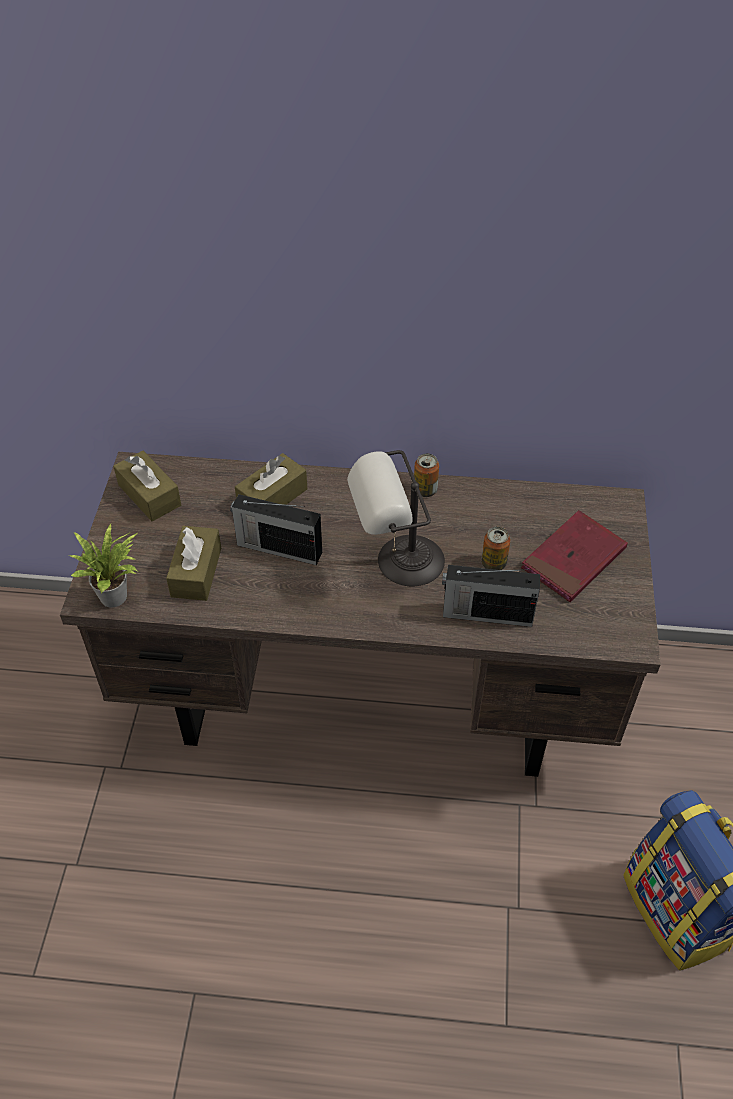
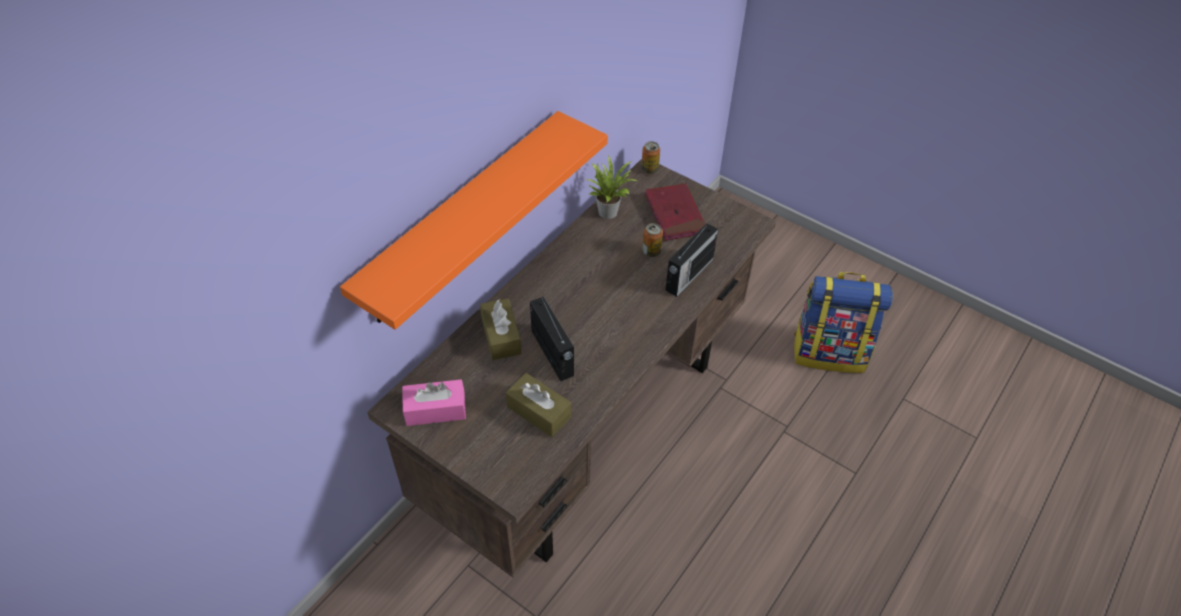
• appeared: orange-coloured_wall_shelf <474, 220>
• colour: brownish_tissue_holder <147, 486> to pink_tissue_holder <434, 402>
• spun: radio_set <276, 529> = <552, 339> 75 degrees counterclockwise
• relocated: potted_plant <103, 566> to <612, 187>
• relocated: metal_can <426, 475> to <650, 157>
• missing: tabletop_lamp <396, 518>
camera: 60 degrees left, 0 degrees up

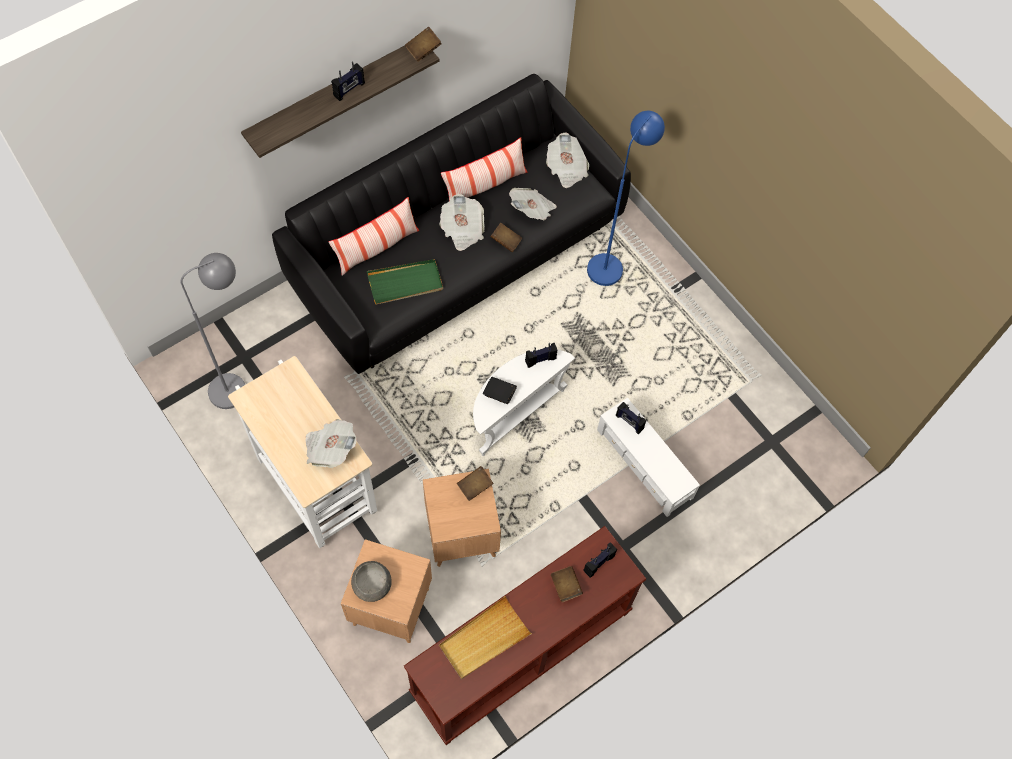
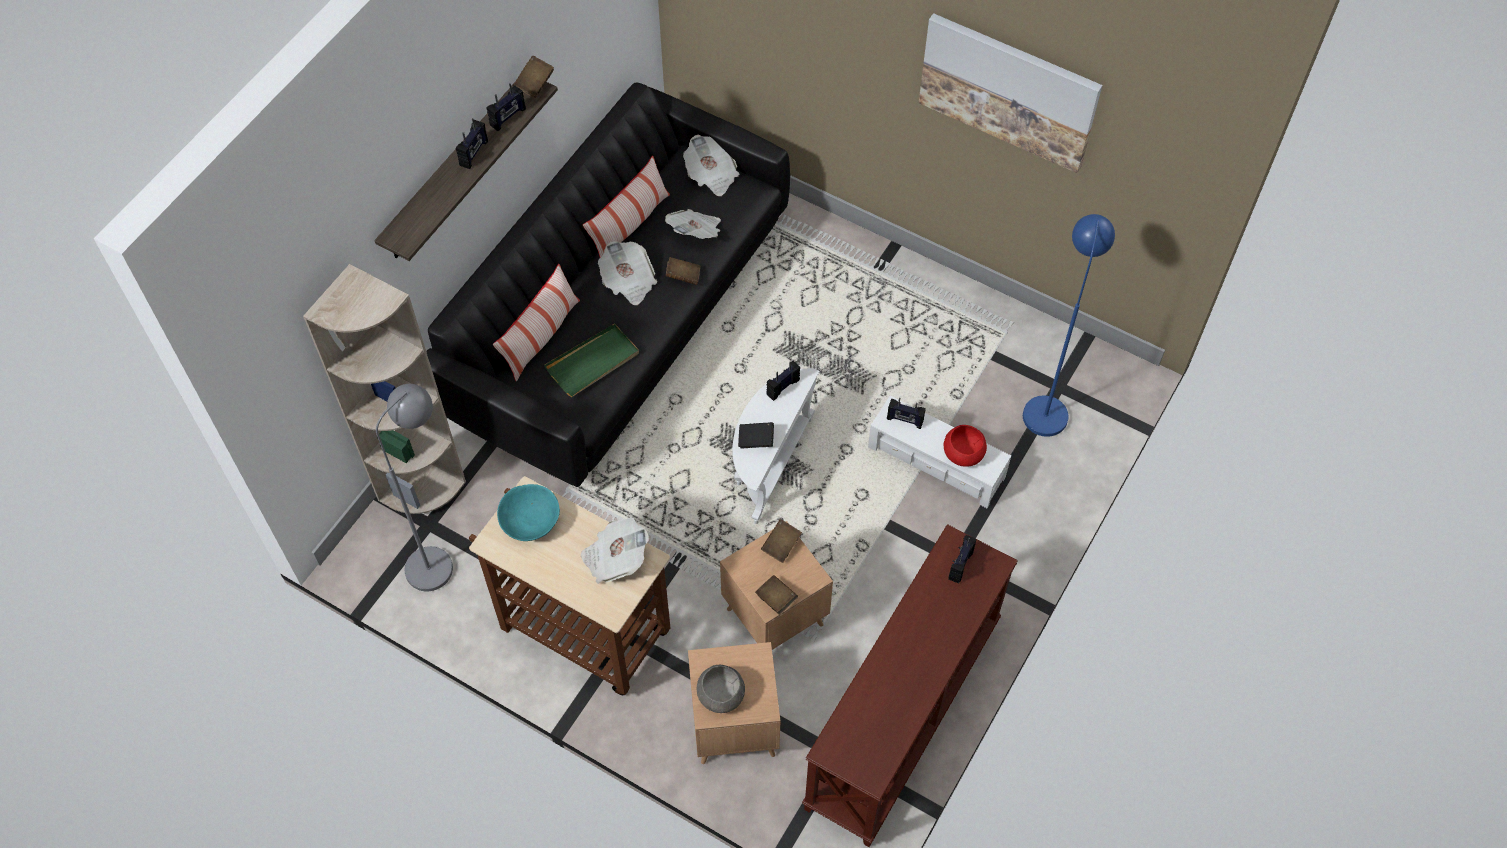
• appeared: beige_shelving_unit <384, 389>
• colour: whitish_trolley <302, 452> to brownish_trolley <569, 585>
• appeared: radio_set <506, 107>
• appeared: blue-green_bowl <528, 512>
• relocated: brownish_book <567, 584> to <776, 595>
• appeared: wall_art <1010, 93>
• appeared: reddish_bowl <965, 446>
• relocated: bluish_standing_lamp <626, 198> to <1069, 325>
• missing: beige_serving_tray <485, 637>
camera: 20 degrees left, 5 degrees down

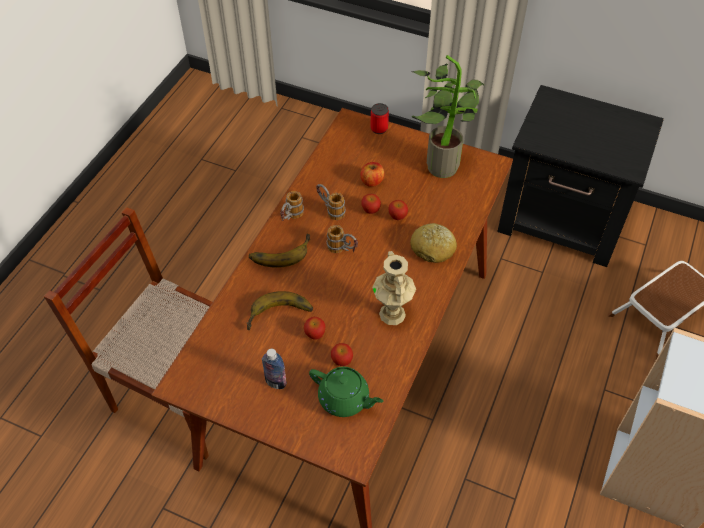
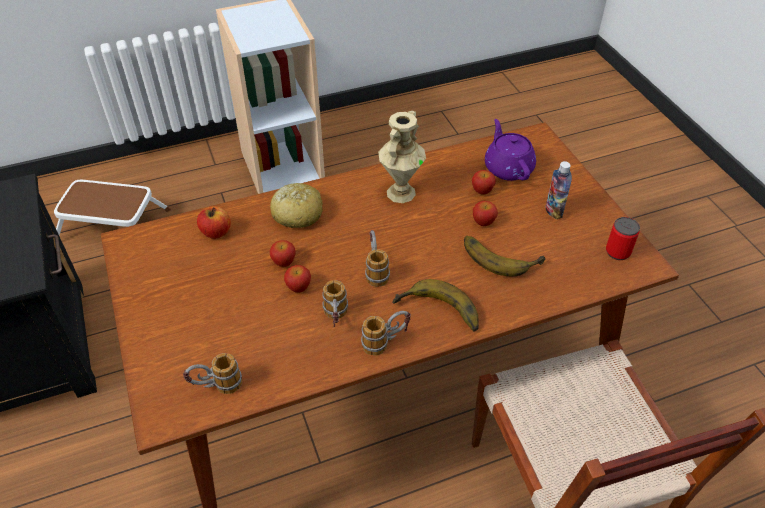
• appeared: coffee_mug <212, 373>
• relocated: whole_apple <372, 174> to <214, 222>
• colour: greenish_tea_pot <346, 392> to purplish_tea_pot <510, 150>
• relocated: metal_can <379, 118> to <623, 238>
• missing: potted_plant <447, 116>
camera: 135 degrees left, 5 degrees down

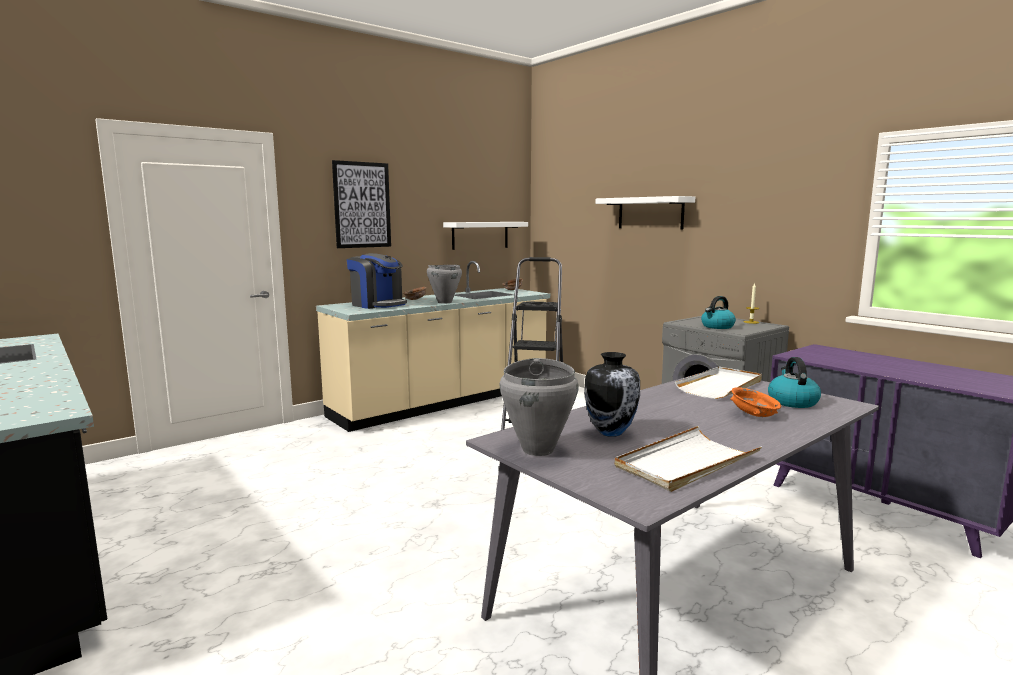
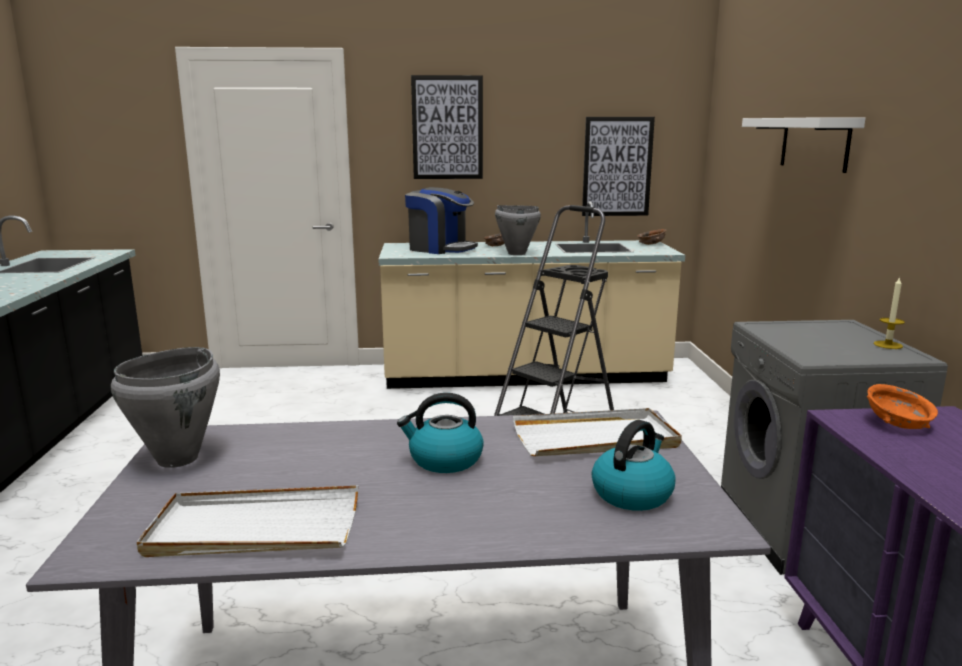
• relocated: tea_kettle <718, 312> to <440, 433>
• spun: coffee_maker <377, 281> = <441, 220> 45 degrees counterclockwise
• exchanged: whitish_wall_shelf <485, 236> to wall_art <618, 166>
• relocated: orange-coloured_bowl <755, 402> to <902, 406>
• missing: decorative_vase <612, 394>
camera: 35 degrees right, 5 degrees up

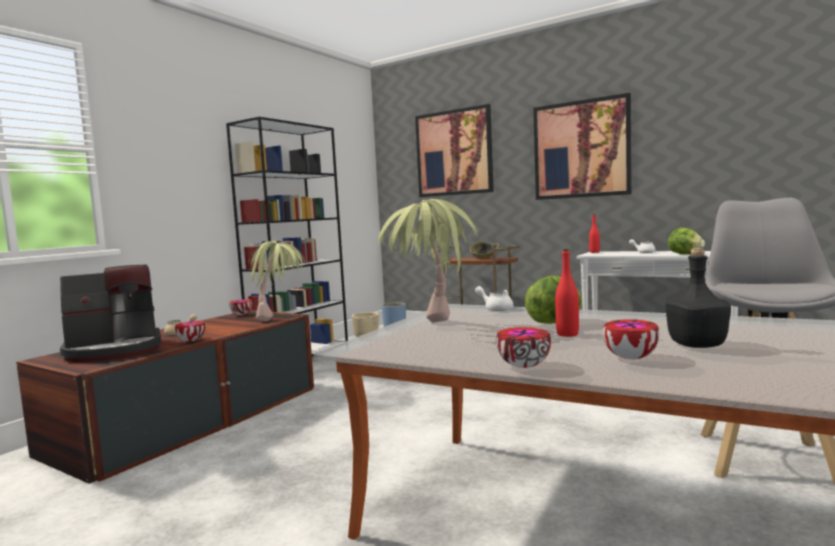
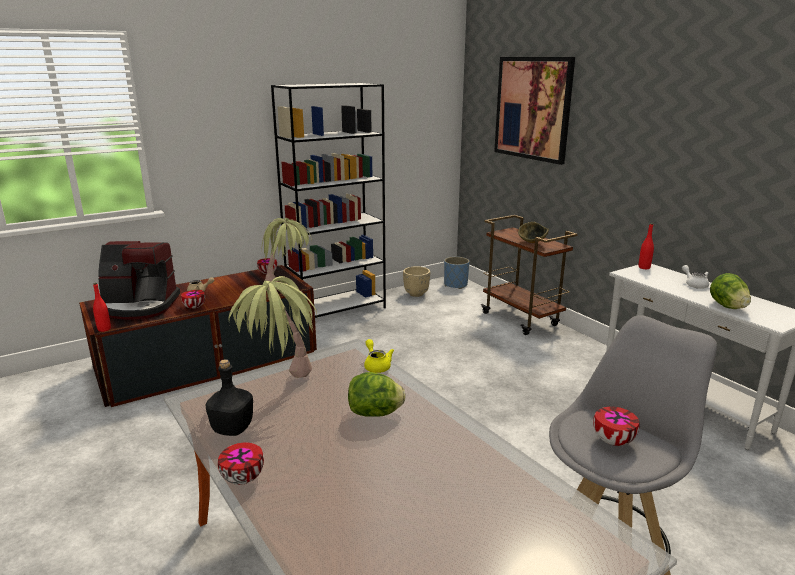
• relocated: reddish_drink_bottle <567, 293> to <102, 307>
• relocated: black-coloured_drink_bottle <698, 298> to <229, 397>
• colour: whitish_tea_pot <494, 298> to yellow-coloured_tea_pot <379, 356>
• relocated: bowl <631, 339> to <616, 426>
• missing: wall_art <582, 146>
camera: 25 degrees right, 15 degrees up

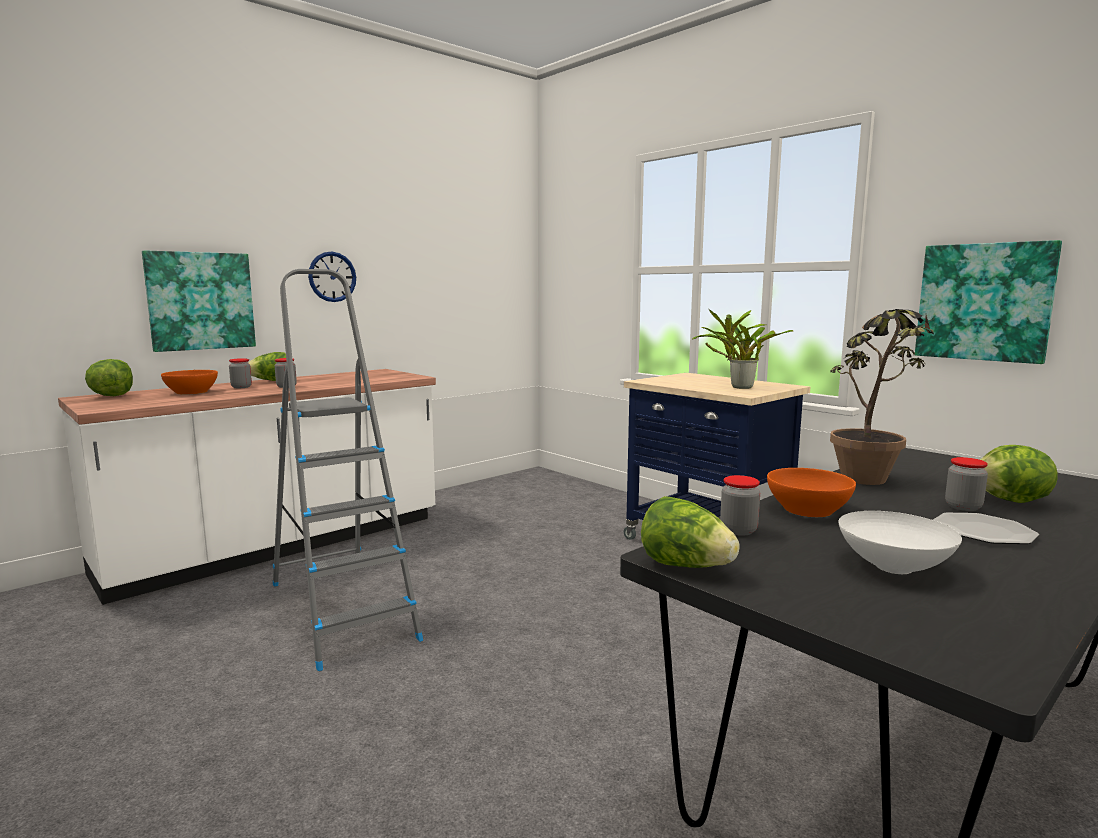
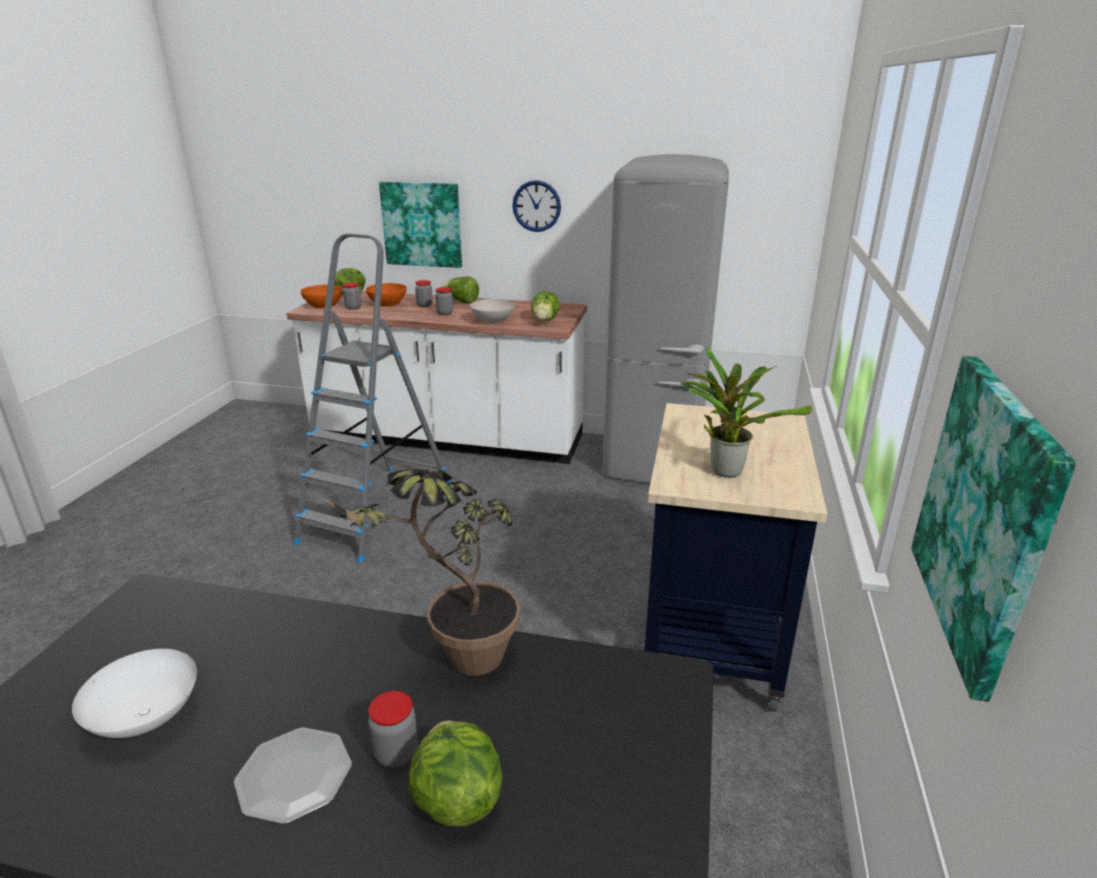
• relocated: orange-coloured_bowl <811, 492> to <321, 296>
• relocated: storage_jar <740, 505> to <352, 296>
• appeared: whitish_bowl <492, 311>
• relocated: lettuce <690, 532> to <545, 306>
• appeared: gray_kitchen_fridge <666, 318>
camera: 55 degrees right, 15 degrees up

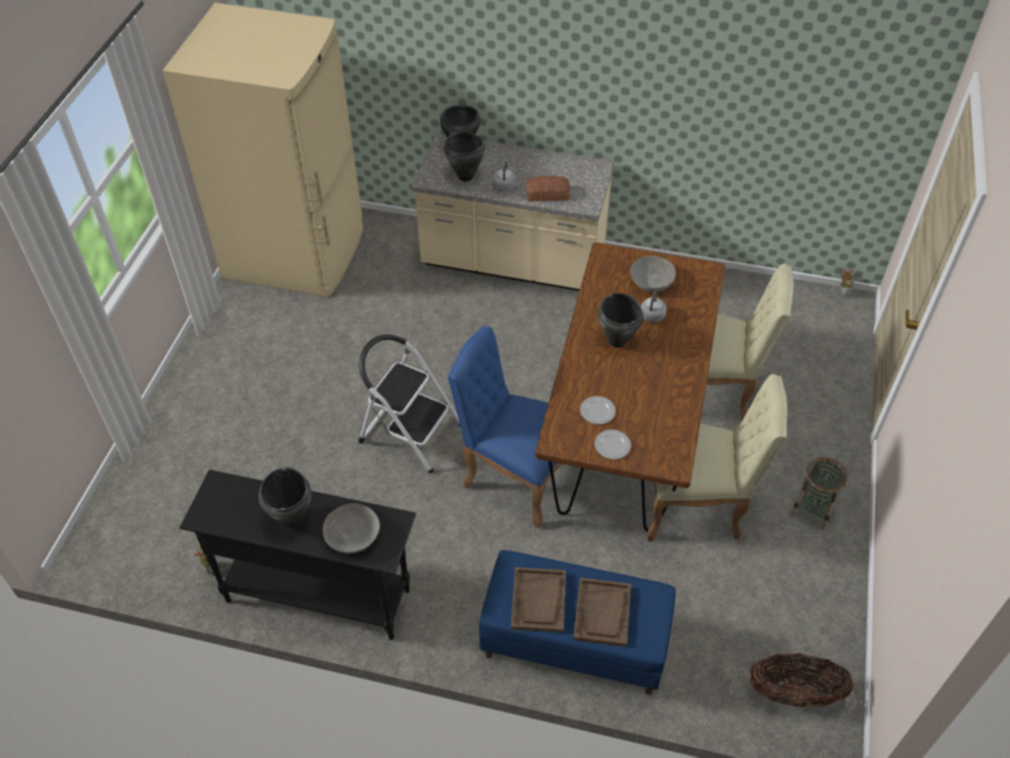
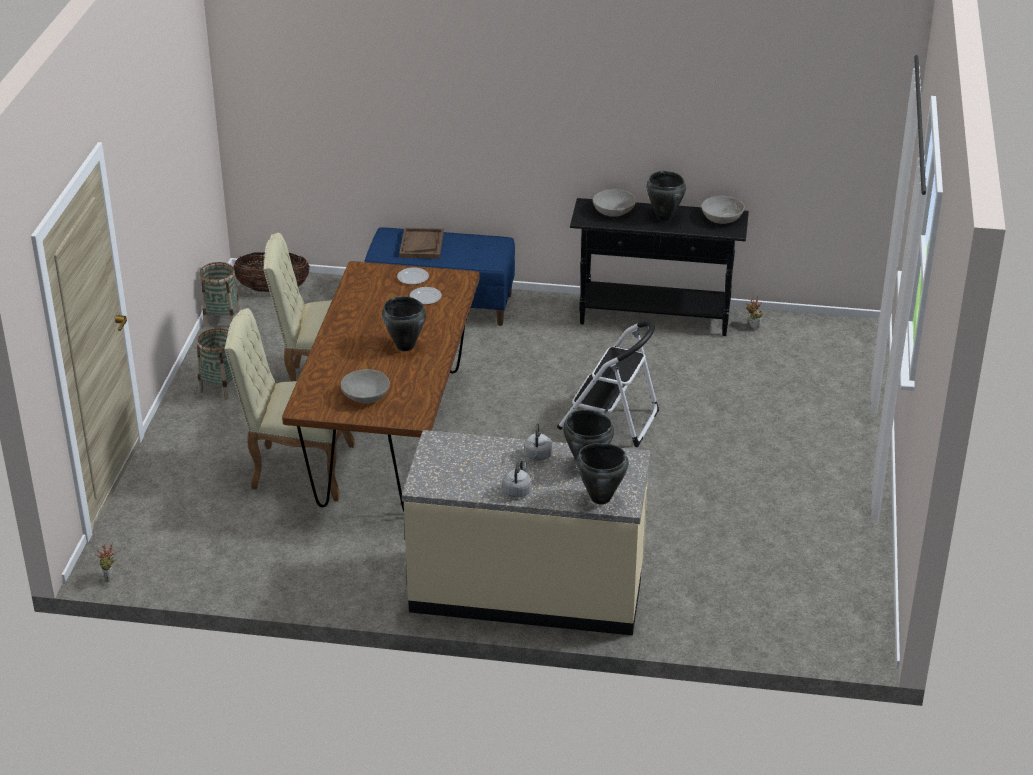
• appeared: household_basket <219, 294>
• relocated: gray_tea_kettle <654, 306> to <517, 479>
• appeared: gray_bowl <723, 210>
• missing: beige_kitchen_fridge <262, 150>
• missing: bluish_upright_chair <505, 427>
• missing: brownish_serving_tray <538, 600>
• missing: bakery_bread <548, 188>
camera: 175 degrees right, 15 degrees down

